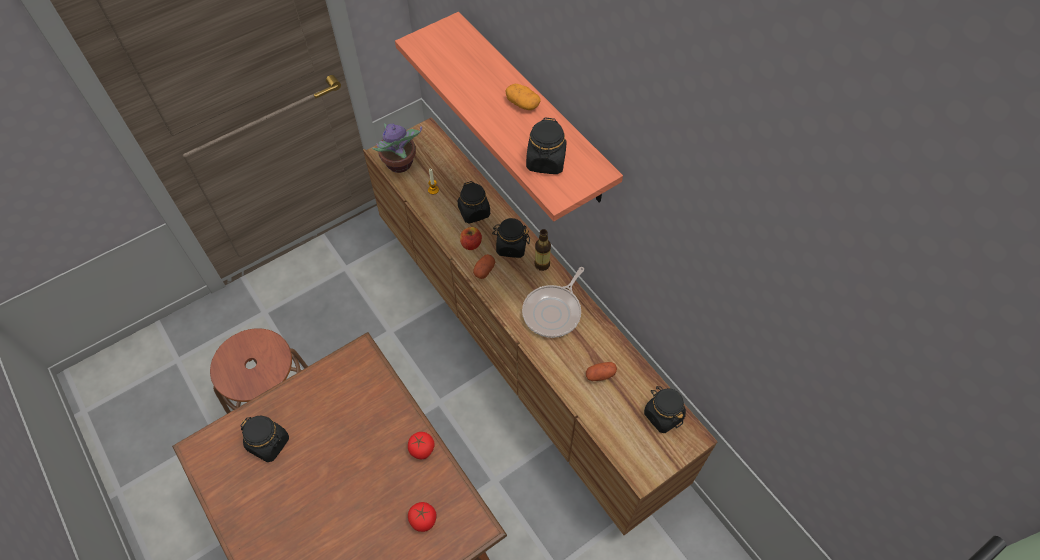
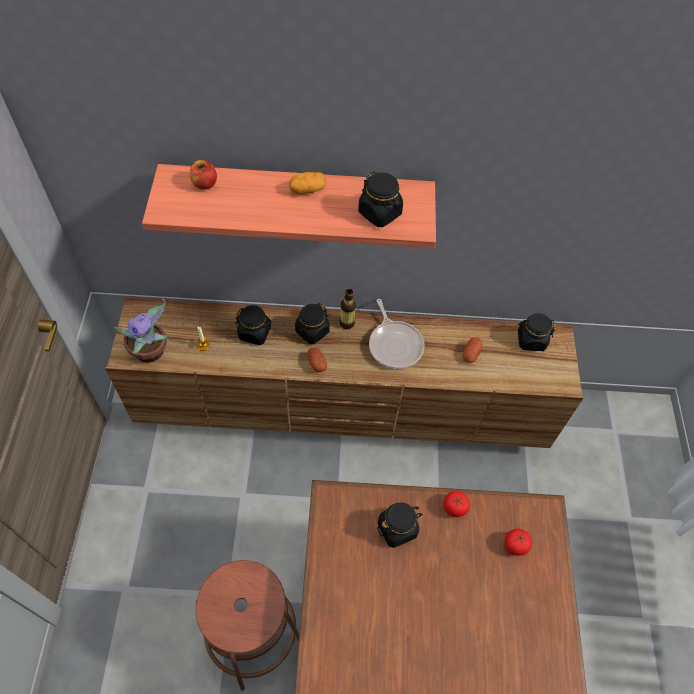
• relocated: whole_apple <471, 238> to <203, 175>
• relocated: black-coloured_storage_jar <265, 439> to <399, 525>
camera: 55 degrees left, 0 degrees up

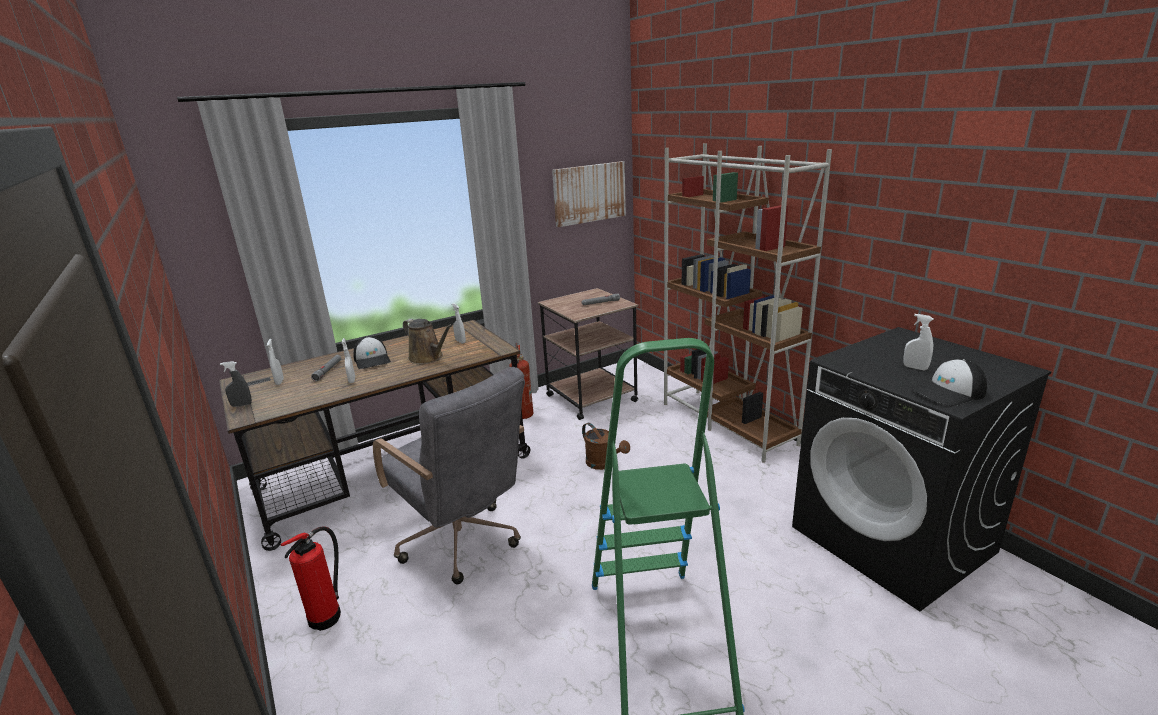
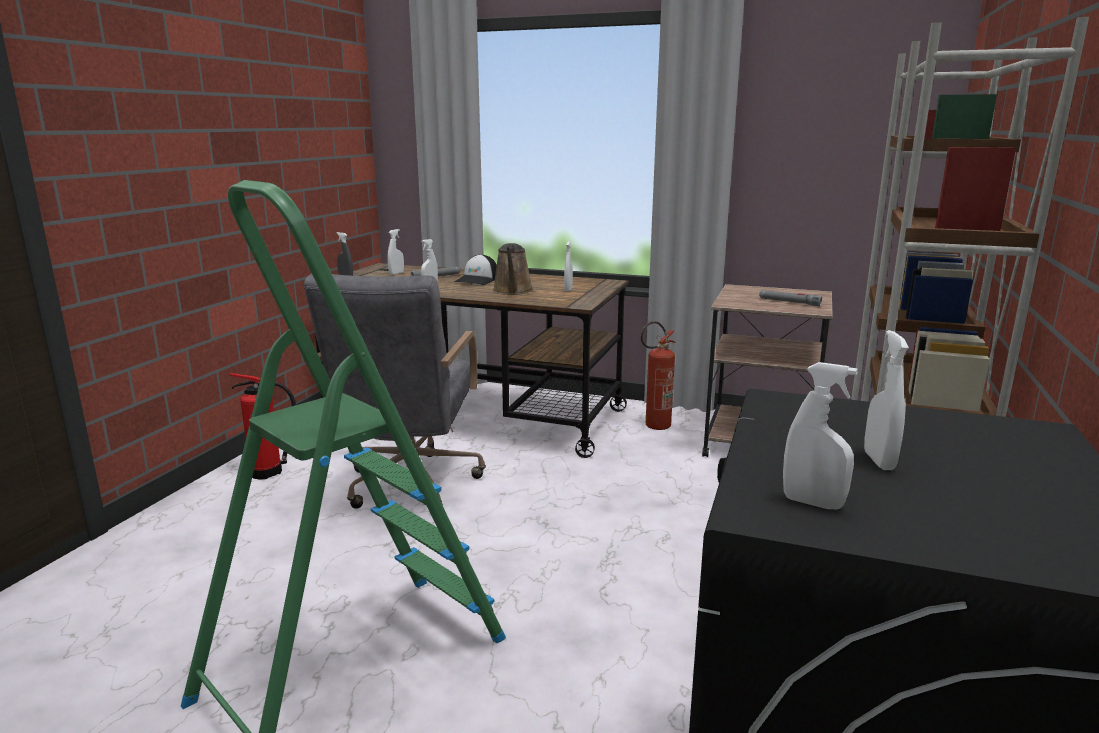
• exchanged: peaked_cap <949, 382> to whitish_spray_bottle <820, 435>
• missing: wall_art <589, 194>
• missing: brownish_watering_can <606, 446>
camera: 50 degrees right, 5 degrees down

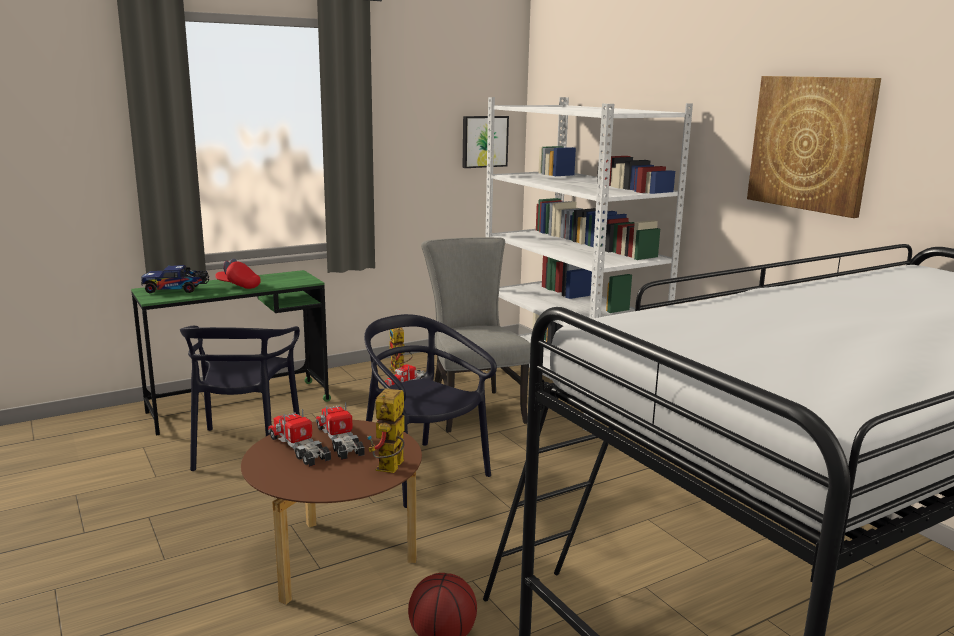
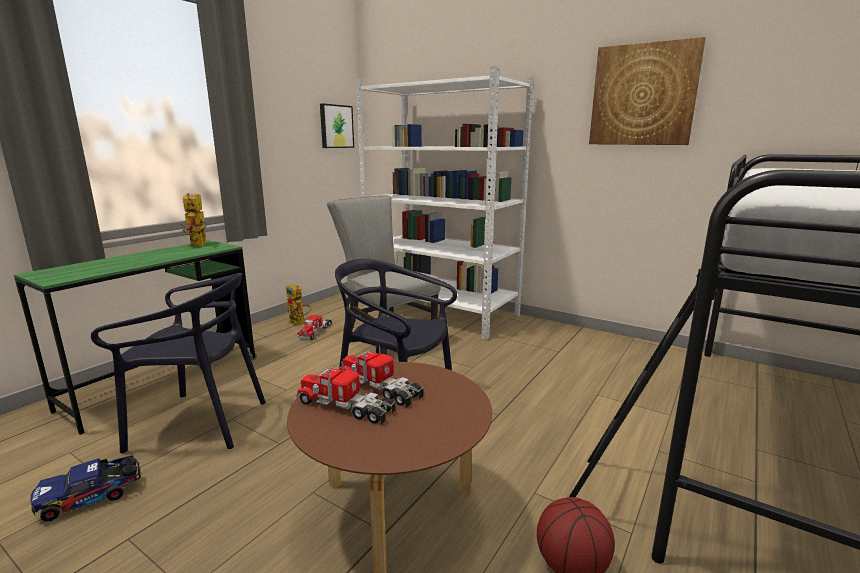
• relocated: model_truck <175, 279> to <85, 488>
• spun: black-coloured_upright_chair <240, 398> = <178, 363> 60 degrees counterclockwise
• relocated: model_robot <386, 430> to <193, 220>
• missing: reddish_peaked_cap <238, 273>
camera: 25 degrees left, 0 degrees up

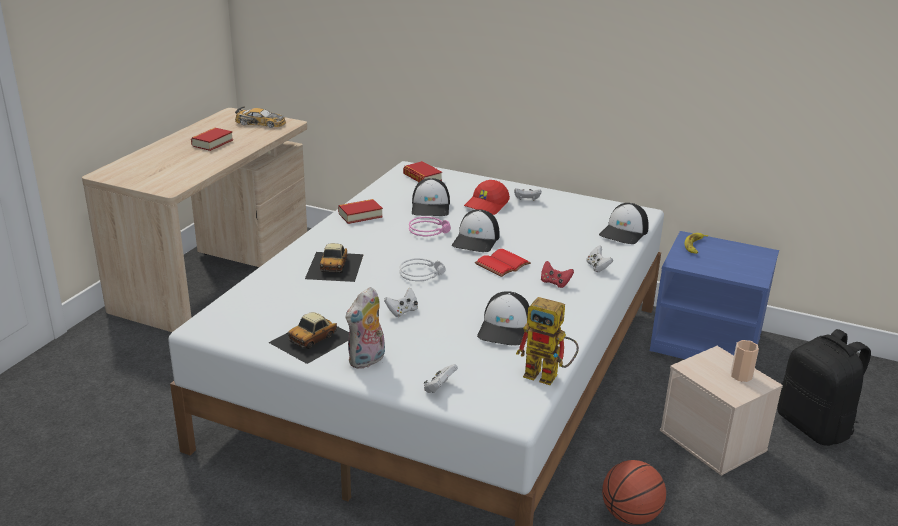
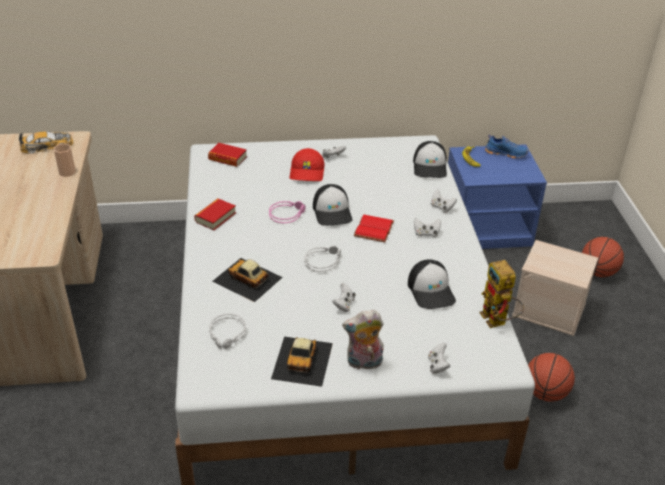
• relocated: small_cup <745, 361> to <65, 160>
• appeared: gray_pair_of_headphones <228, 331>
• spun: toy_car <334, 262> = <248, 280> 150 degrees clockwise
• spun: soft_toy <365, 328> = <363, 339> 75 degrees clockwise
• colour: reddish_joypad <557, 274> to whitish_joypad <427, 227>
• spun: model_robot <547, 341> = <502, 294> 75 degrees clockwise
• appeared: bluish_shoe <507, 146>
• exchanged: black-coloured_rucksack <824, 387> to basketball_ball <603, 257>
• missing: book <212, 139>
• missing: peaked_cap <431, 197>
camera: 30 degrees left, 10 degrees up

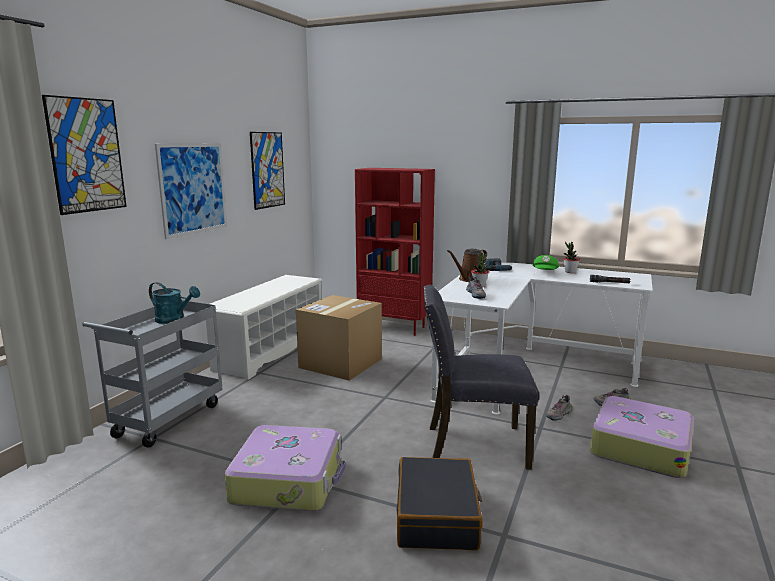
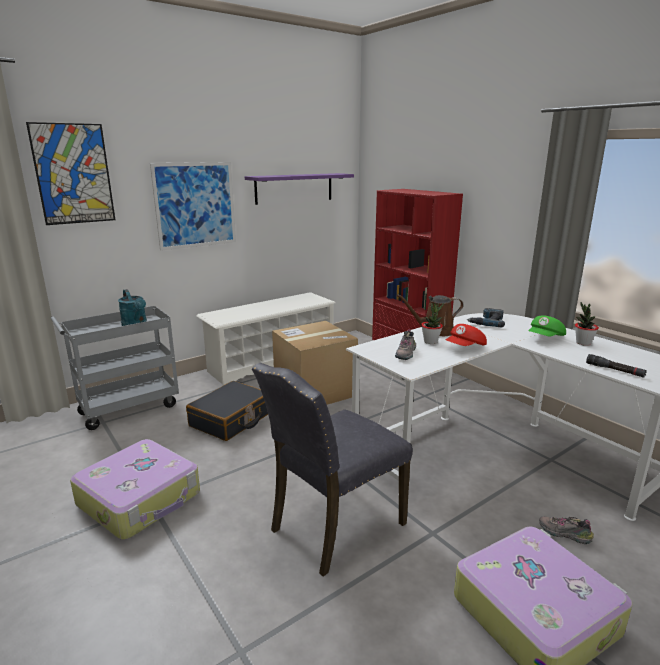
• relocated: black-coloured_travel_case <439, 504> to <227, 411>
• exchanged: wall_art <267, 171> to purplish_wall_shelf <299, 189>
• spun: gray_upright_chair <481, 377> = <332, 469> 75 degrees counterclockwise
• appeared: reddish_peaked_cap <466, 335>
• missing: shoe <559, 408>
camera: 30 degrees right, 5 degrees up

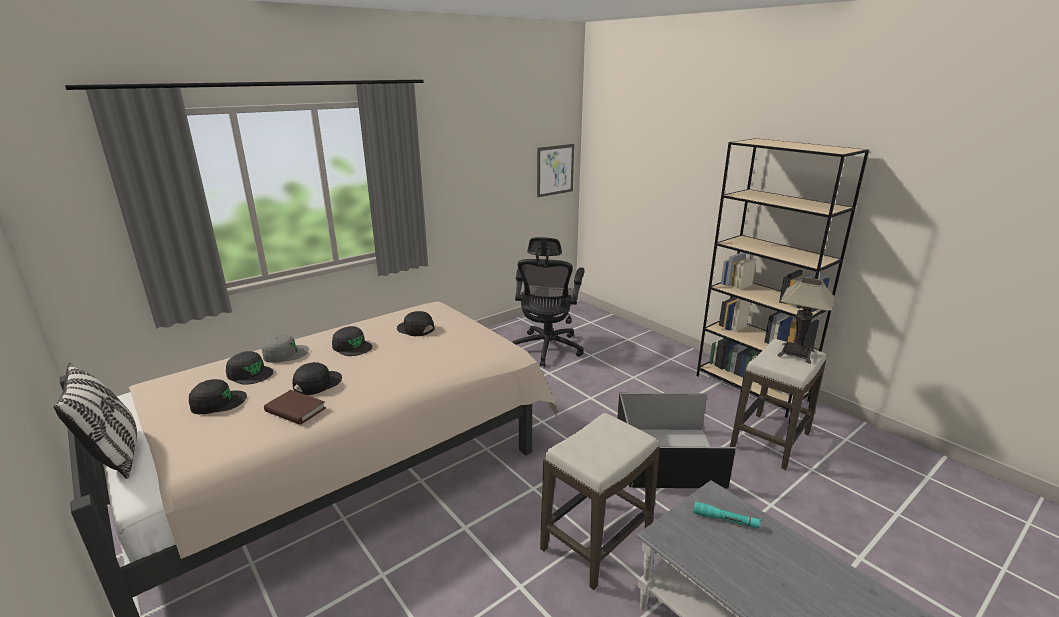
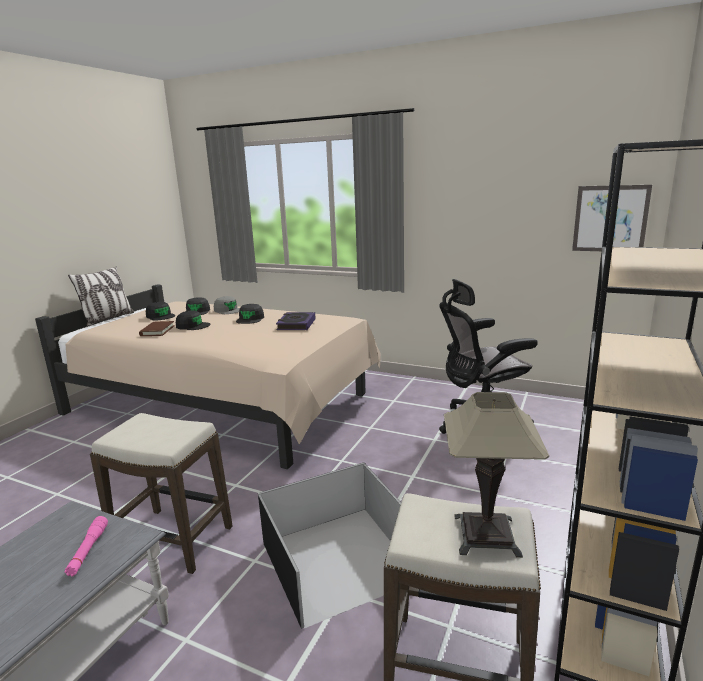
• colour: blue-green_torch <727, 515> to pink_torch <86, 546>
• exchanged: black-coloured_peaked_cap <415, 323> to book <296, 321>
camera: 65 degrees right, 5 degrees down

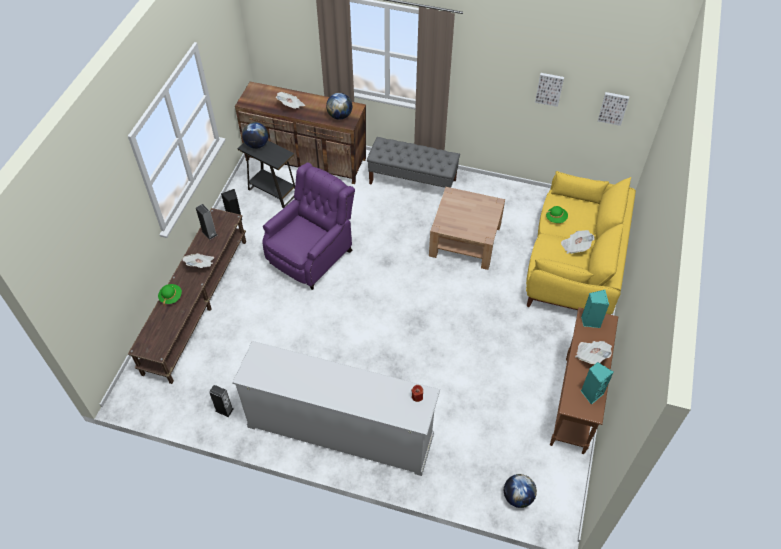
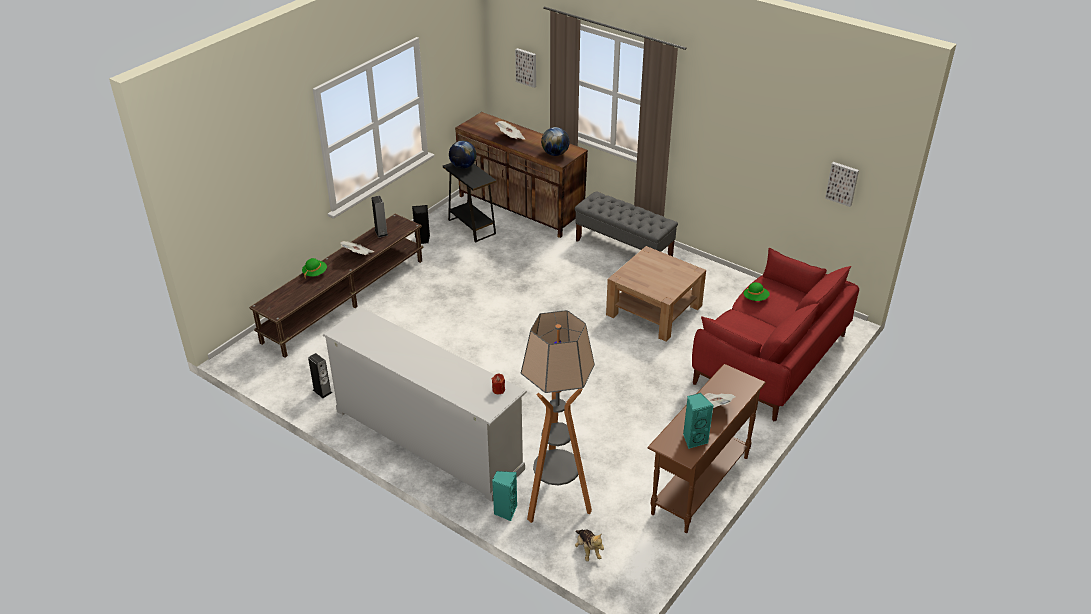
• relocated: blue-green_loudspeaker <595, 309> to <504, 496>
• relocated: wall_art <549, 90> to <525, 68>
• appeared: standing_lamp <558, 416>
• exchanged: desk_globe <520, 491> to soft_toy <589, 545>
• colour: yellow-coloured_settee <581, 243> to reddish_settee <775, 334>
• missing: purplish_lounge_chair <308, 226>
• missing: printed_paper <578, 242>
camera: 20 degrees right, 15 degrees down

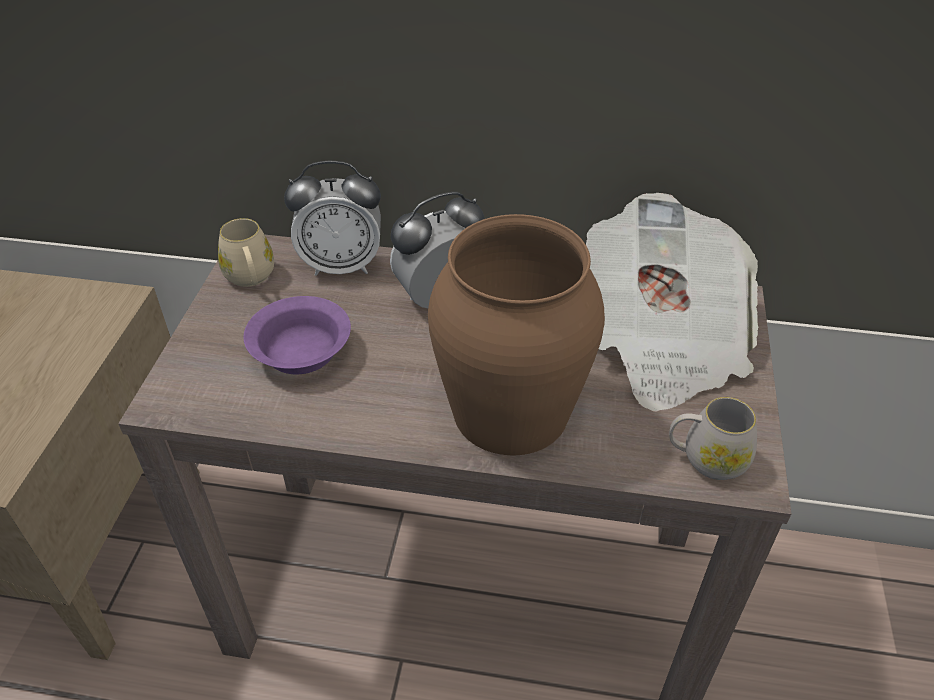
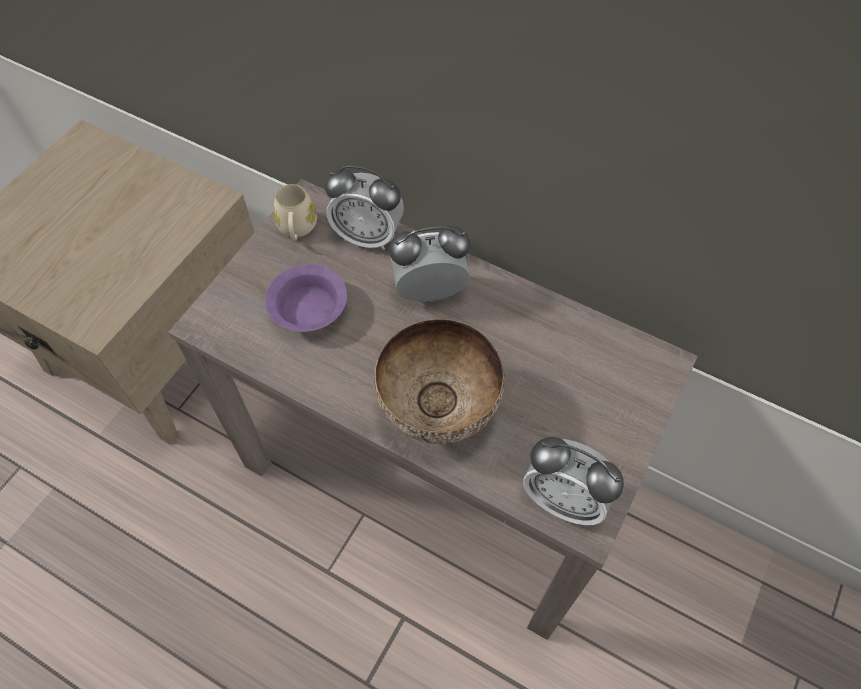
• exchanged: brownish_decorative_vase <516, 334> to bowl <439, 381>
• exchanged: whitish_coffee_mug <713, 438> to alarm_clock <573, 481>
• missing: printed_paper <672, 302>
camera: 20 degrees right, 15 degrees up

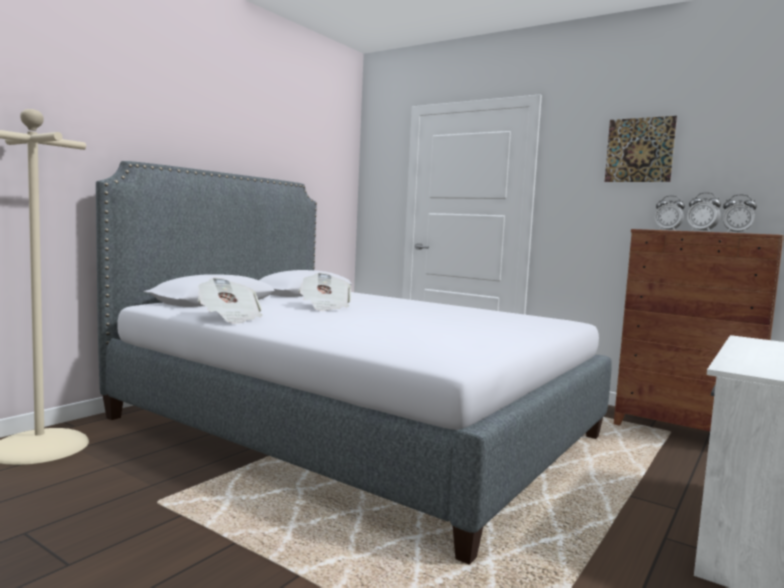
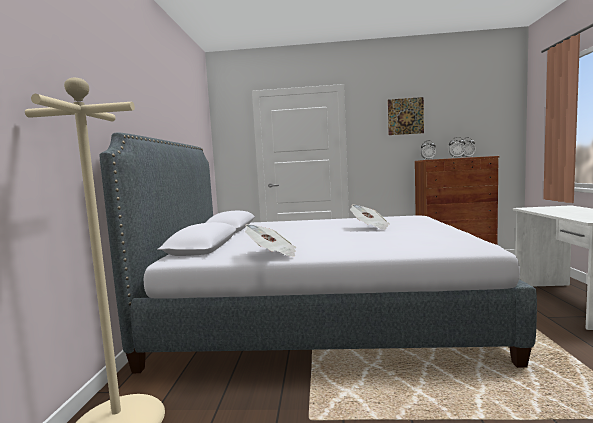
• relocated: printed_paper <325, 292> to <370, 217>
camera: 30 degrees left, 0 degrees up

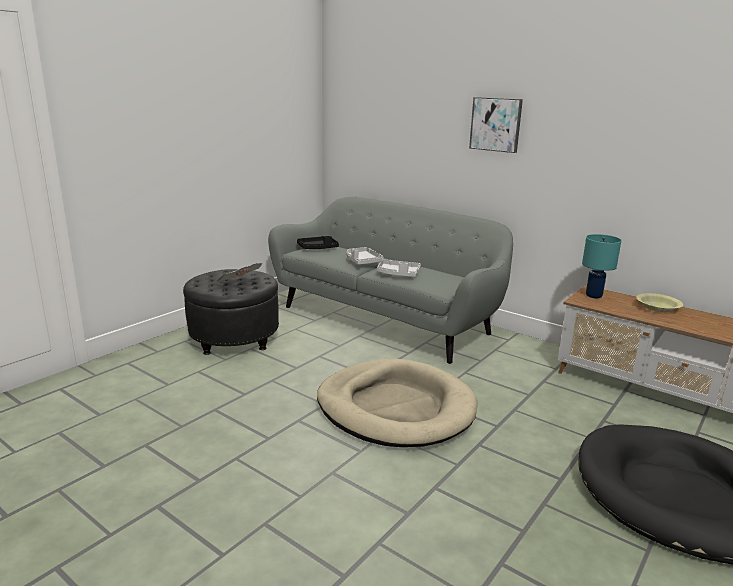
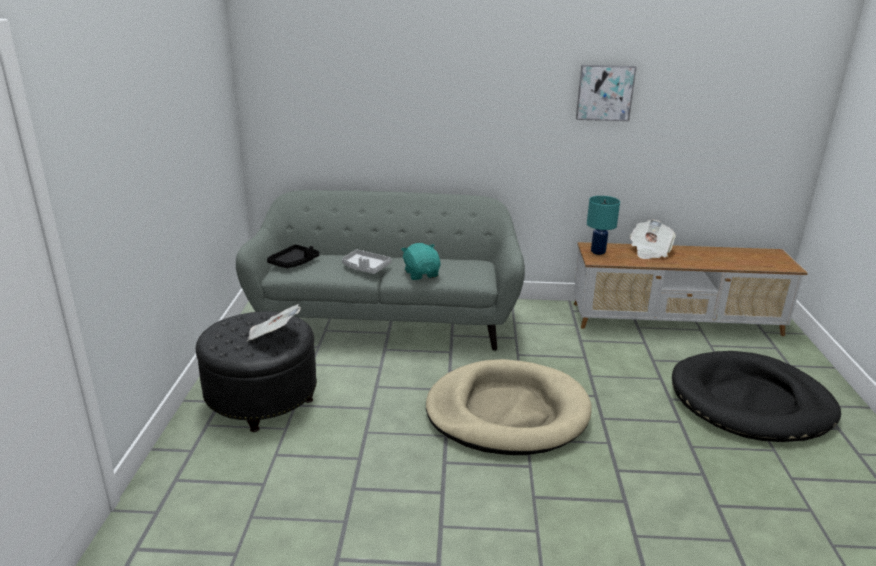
• exchanged: gray_serving_tray <399, 268> to blue-green_soft_toy <421, 261>
• relocated: wall_art <496, 125> to <606, 93>
• exchanged: yellow-coloured_bowl <659, 302> to printed_paper <653, 239>
camera: 35 degrees left, 5 degrees up

